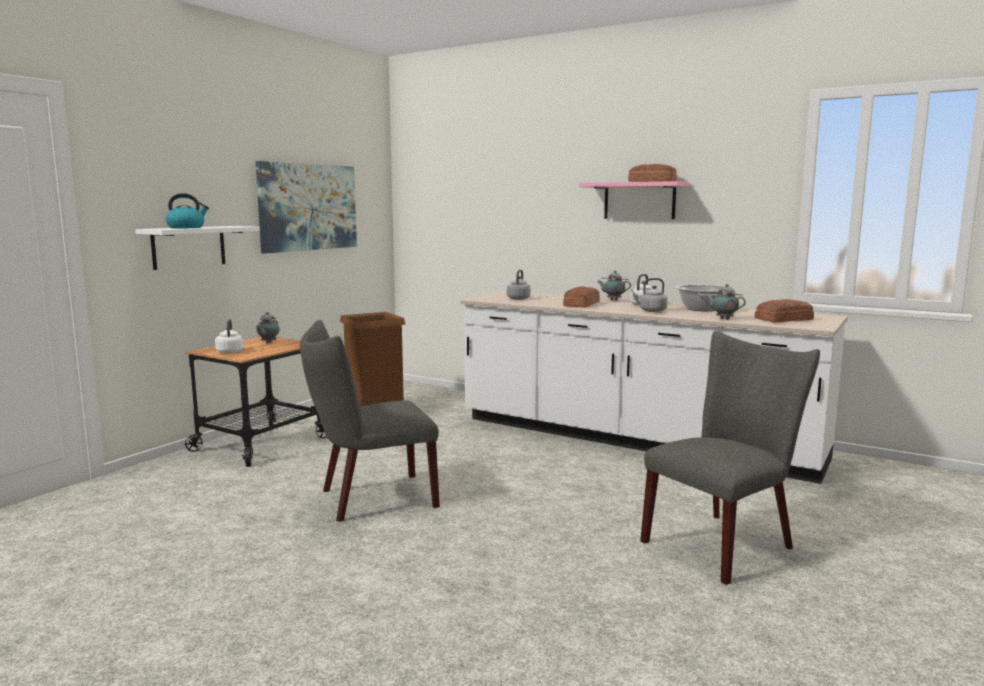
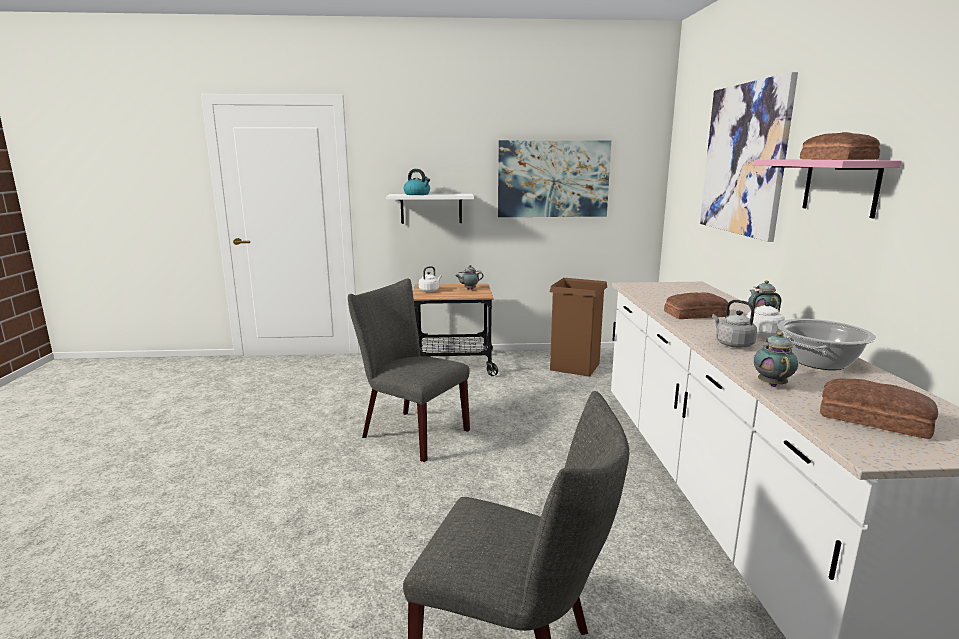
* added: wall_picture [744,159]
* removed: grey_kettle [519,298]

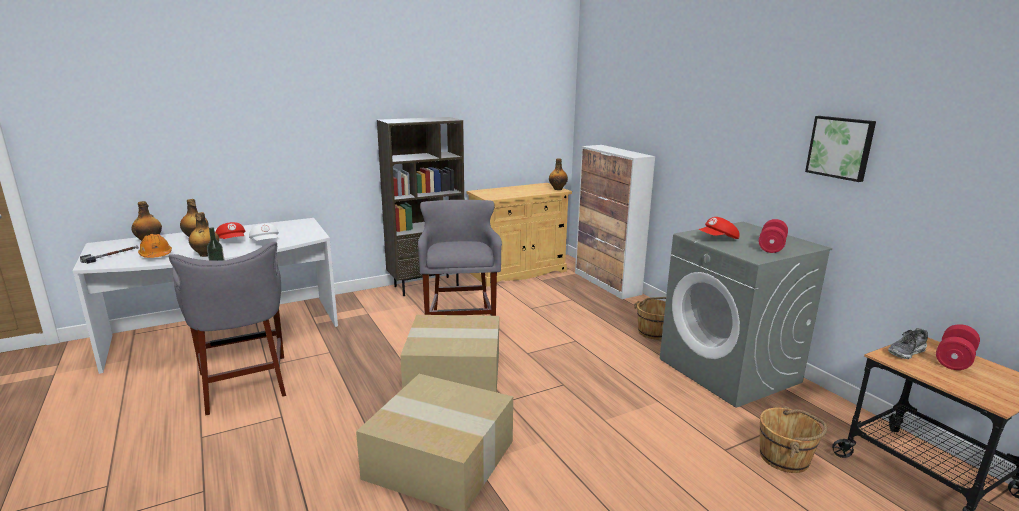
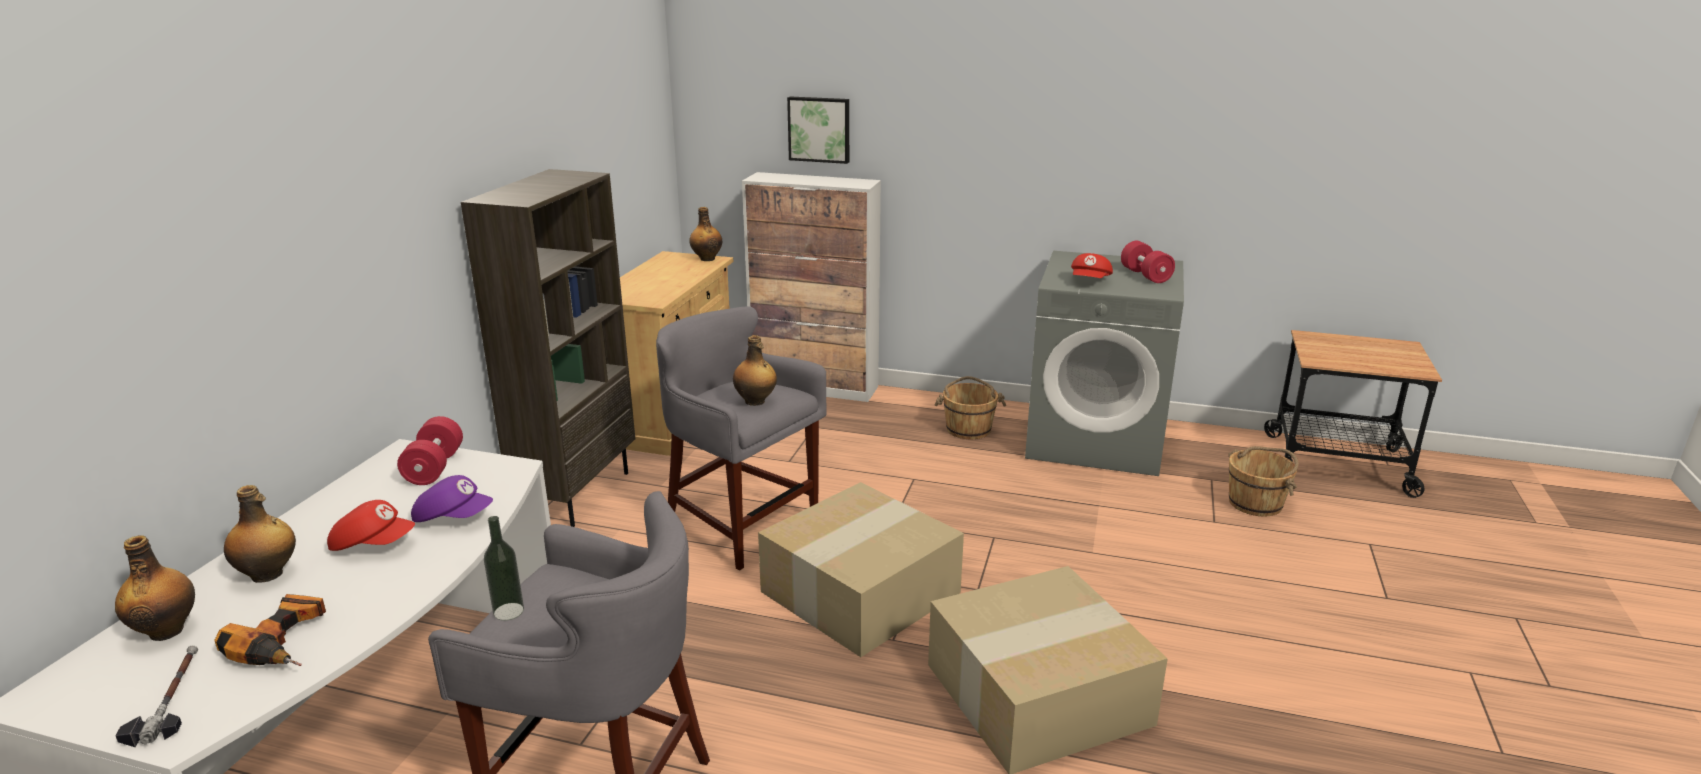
* replaced: orange-coloured_work_helmet [156,255] to power_drill [286,642]
* moved: red_dumbbell [954,359] to [434,468]
* recoloured: whitish_cap [266,242] to purple-coloured_cap [454,517]
* moved: beverage_bottle [206,255] to [755,401]
* moved: wall_picture [840,147] to [819,129]
* removed: item_of_footwear [906,352]

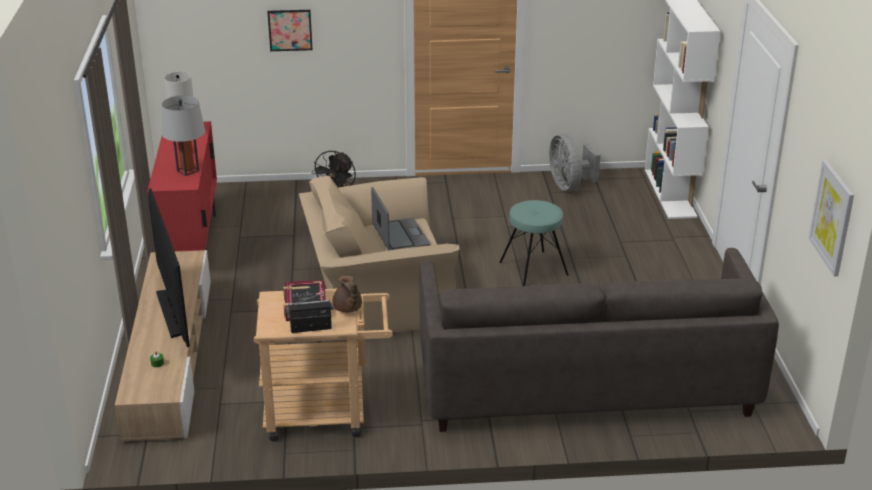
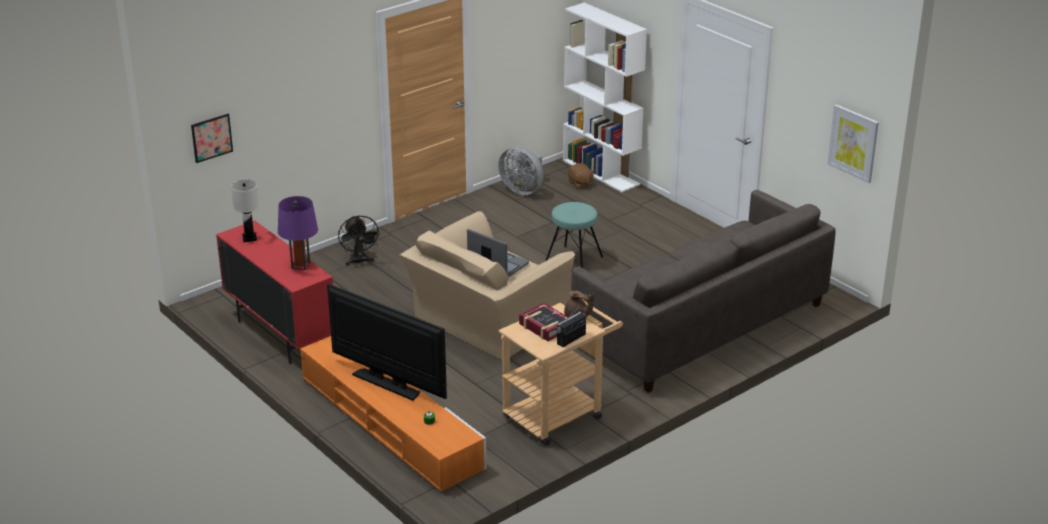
* moved: wall_picture [290,30] to [211,138]
* recoloured: grey_lamp_for_a_table [188,170] to purple-coloured_lamp_for_a_table [300,265]
* recoloured: beige-coloured_tv_stand [170,356] to orange-coloured_tv_stand [390,423]
* added: brown_cuddly_toy [580,184]

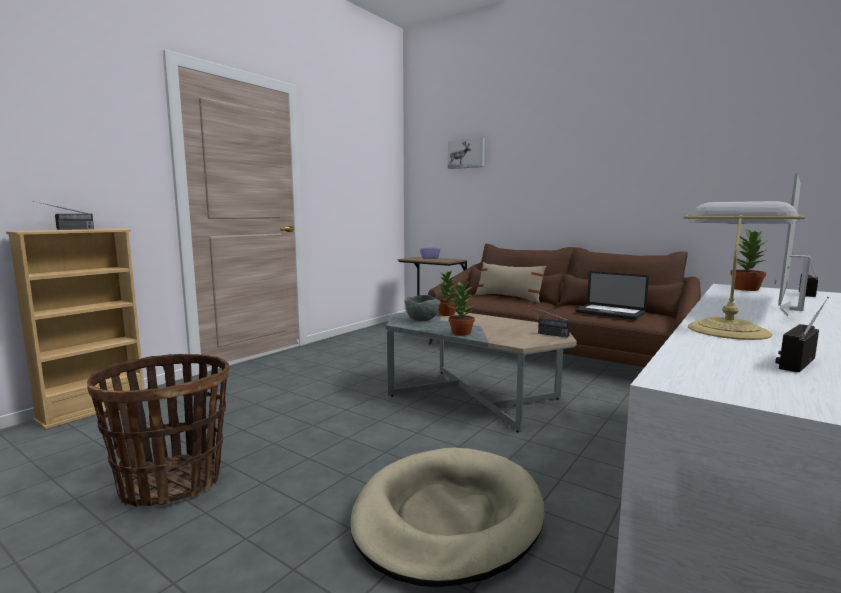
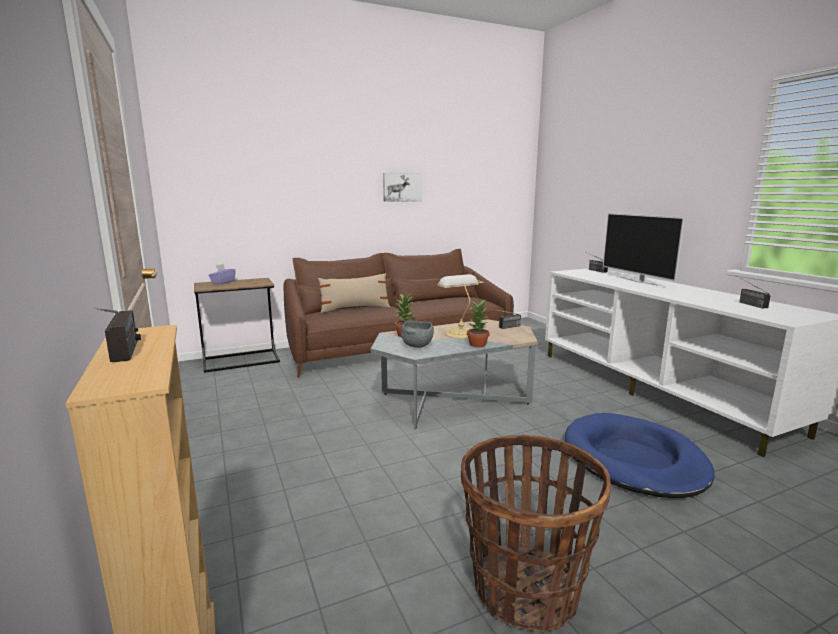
* moved: wall_picture [466,154] to [402,187]
* moved: lamp_for_a_table [727,329] to [459,333]
* recoloured: beige-coloured_dog_cushion [447,518] to blue-coloured_dog_cushion [633,459]
* removed: laptop [609,313]
* removed: potted_plant [746,289]

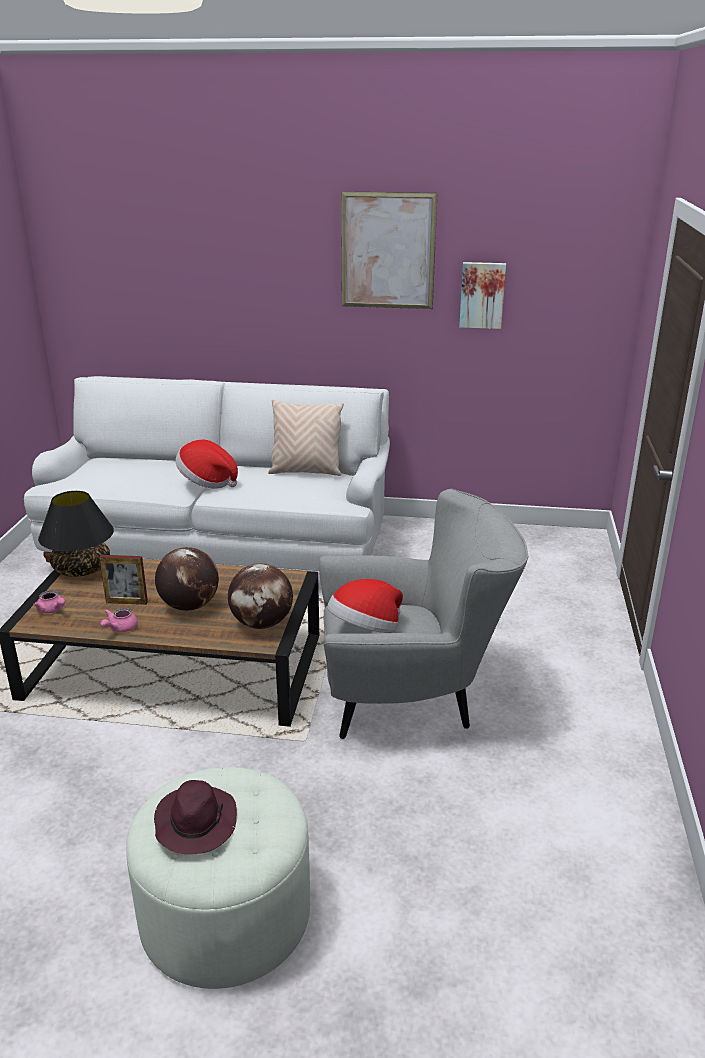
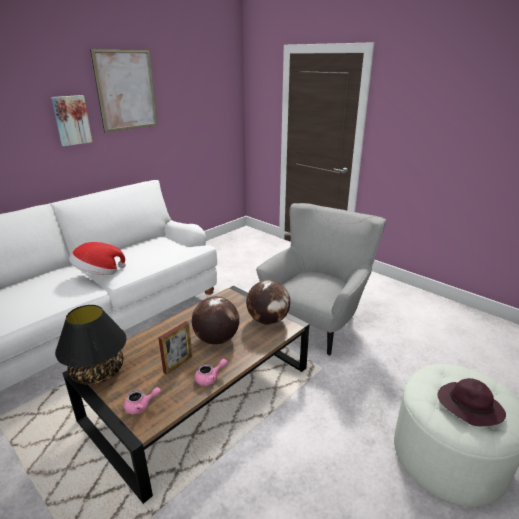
* moved: wall_picture [482,295] to [71,120]
* turned: pinkish_teapot [120,628] = [210,378] 90 degrees counterclockwise
* removed: beige-coloured_pillow [306,471]
* removed: hat [365,630]

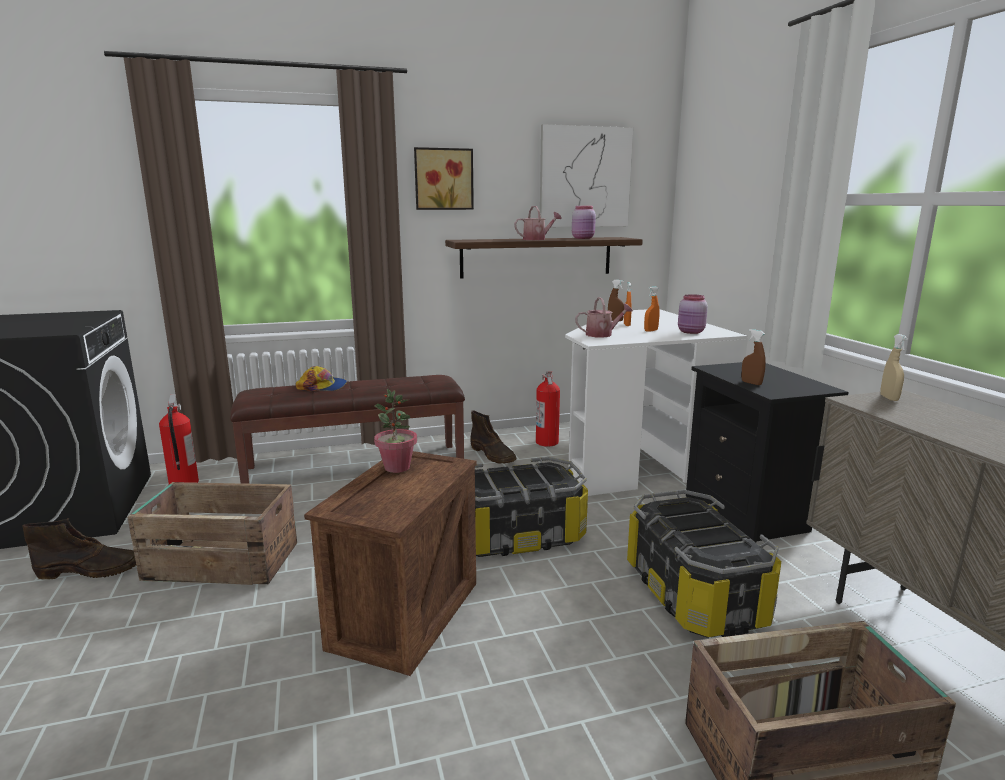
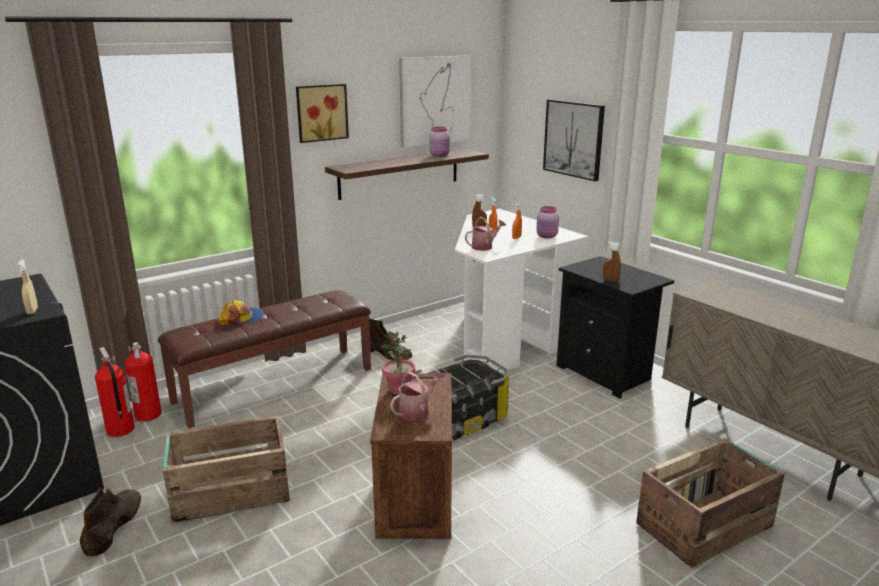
* moved: beige-coloured_spray_bottle [889,398] to [32,311]
* turned: brown_tall_boot [90,570] = [114,525] 60 degrees counterclockwise
* moved: fire_extinguisher [547,442] to [149,414]
* moved: watering_pot [537,239] to [417,411]
* added: wall_picture [574,139]
* removed: storage_container [695,594]

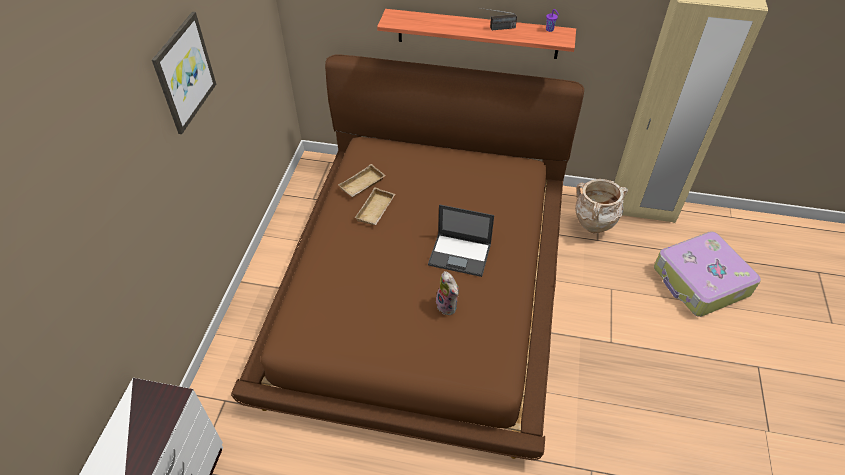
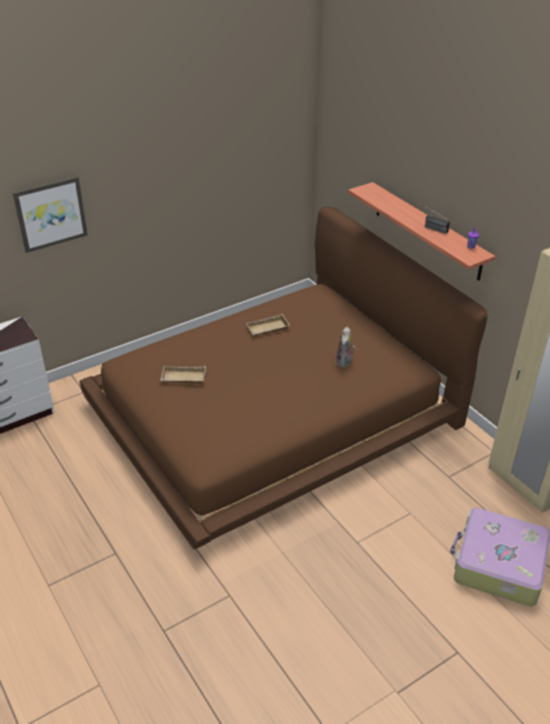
* moved: wall_picture [184,72] to [50,213]
* moved: beige-coloured_tray [362,185] to [183,378]
* moved: cuddly_toy [448,306] to [344,362]
* removed: laptop [460,254]
* removed: beige-coloured_decorative_vase [592,228]

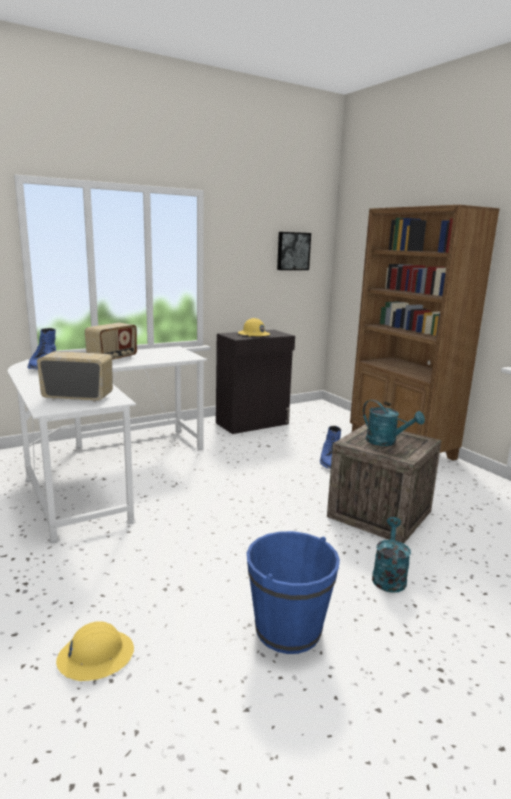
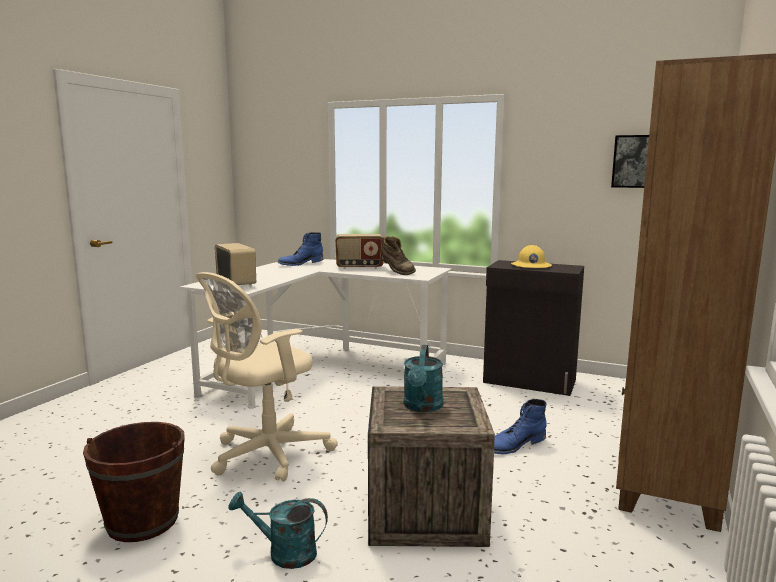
* recoloured: blue-coloured_water_bucket [288,629] to brown_water_bucket [143,521]
* added: beige-coloured_desk_chair [265,455]
* turned: turquoise_watering_pot [388,576] = [284,553] 150 degrees counterclockwise
* added: brown_tall_boot [396,272]
* removed: yellow_work_helmet [96,656]

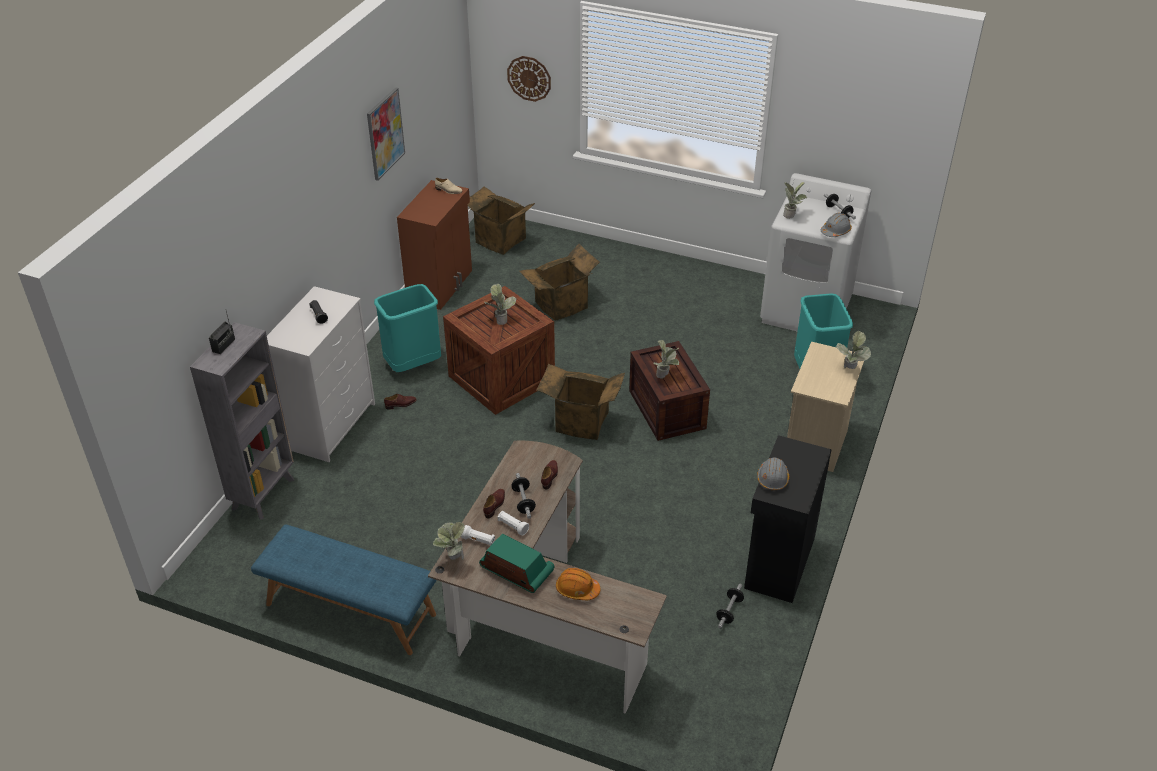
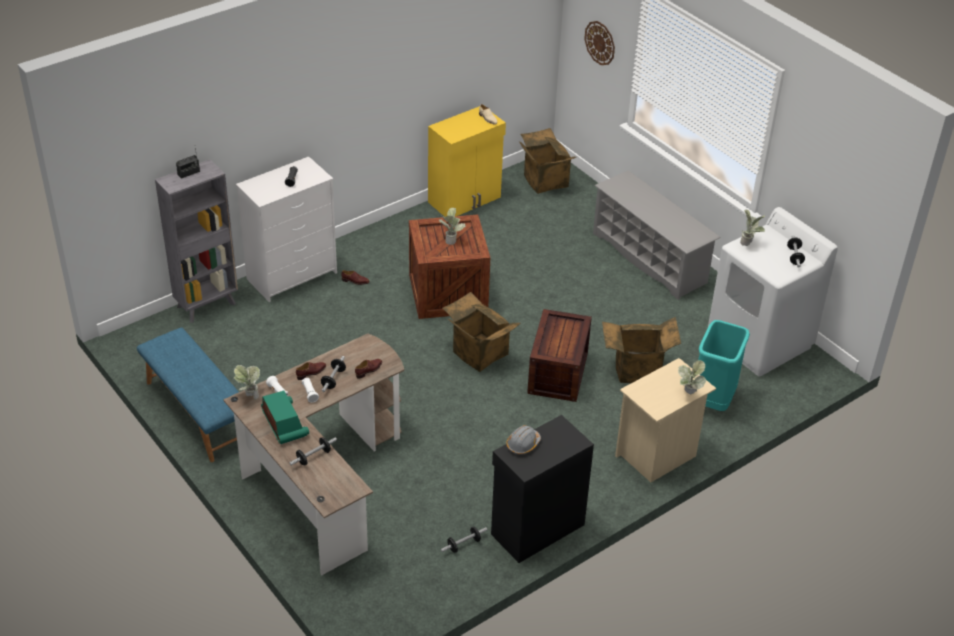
* replaced: orange-coloured_work_helmet [577,589] to dumbbell [313,457]
* recoloured: brown_cabinet [441,285] to yellow_cabinet [465,200]
* added: grey_shoe_stand [650,258]
* moved: packing_box [561,306] to [636,370]
* removed: wall_picture [385,133]
* removed: turquoise_trash_can [413,364]
* removed: potted_plant [665,375]
* removed: grey_work_helmet [835,231]

